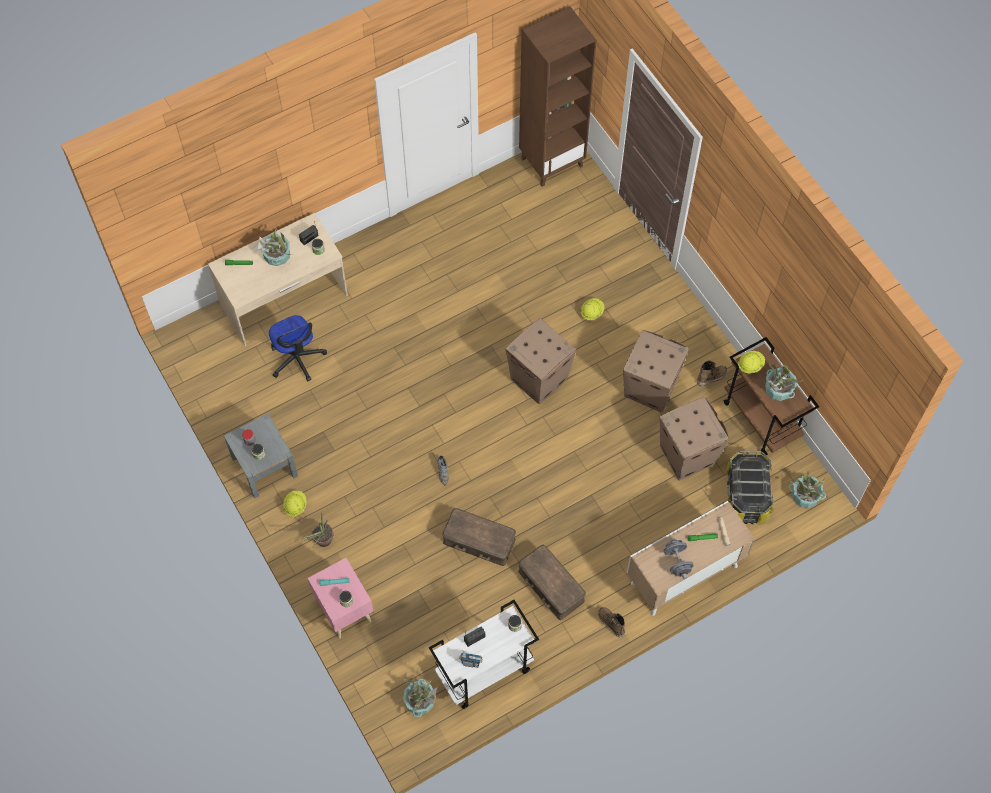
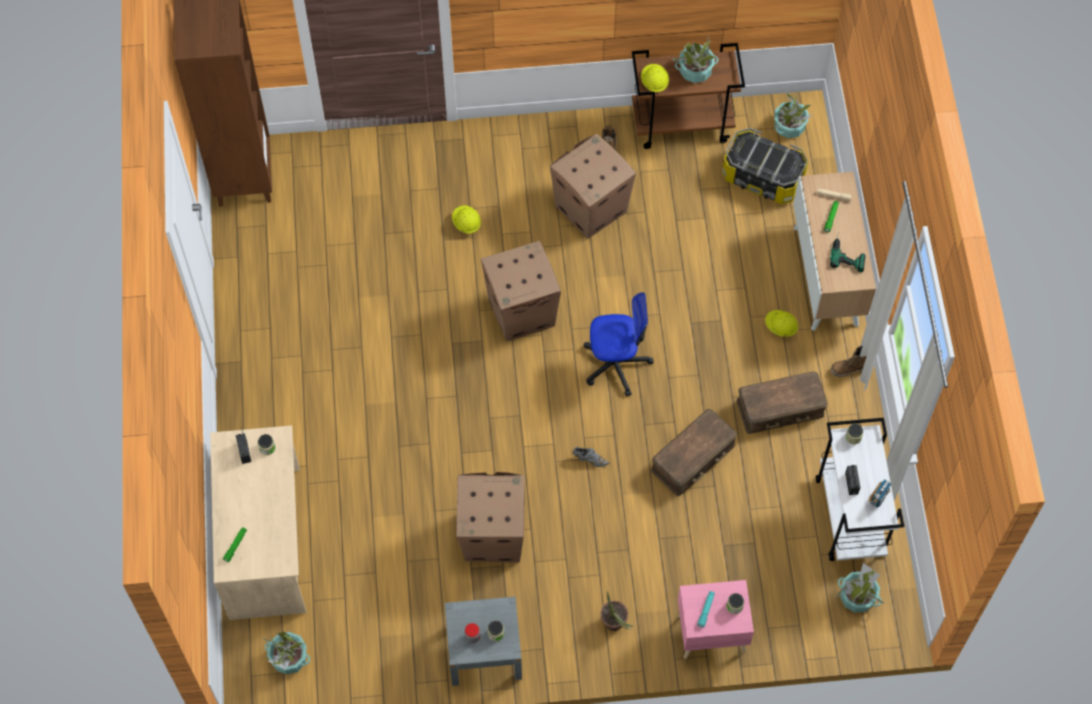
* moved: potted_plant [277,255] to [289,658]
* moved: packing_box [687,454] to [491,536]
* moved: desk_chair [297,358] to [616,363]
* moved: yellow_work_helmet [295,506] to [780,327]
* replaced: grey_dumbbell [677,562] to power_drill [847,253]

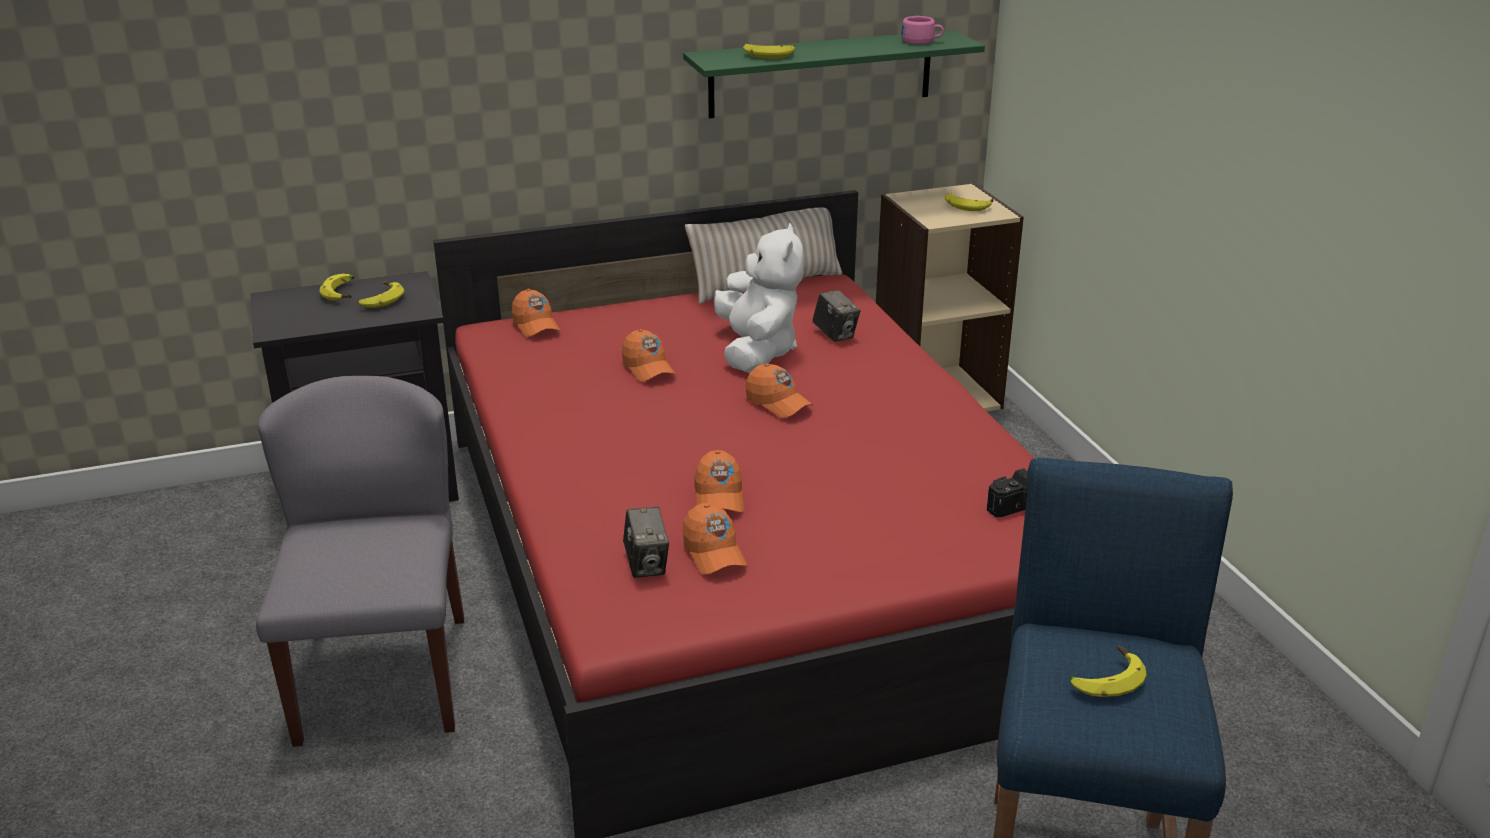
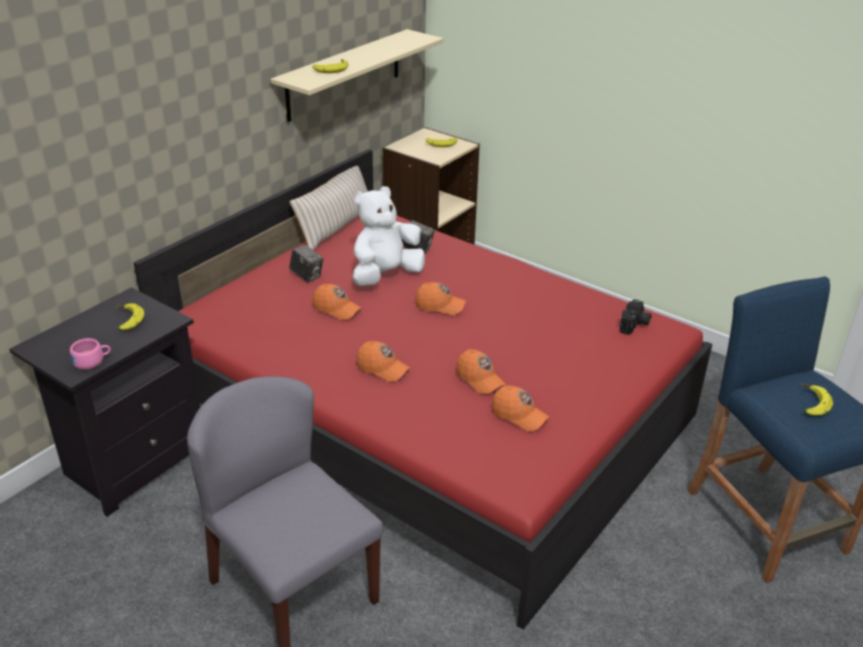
* moved: pinkish_drinking_cup [921,41] to [92,361]
* recoloured: green_bracket_shelf [821,74] to beige-coloured_bracket_shelf [344,75]
* moved: still_camera [646,565] to [307,276]
* turned: whitish_cuddly_toy [757,351] = [385,276] 90 degrees counterclockwise
* moved: orange-coloured_cap [535,325] to [382,369]
* removed: banana [343,293]

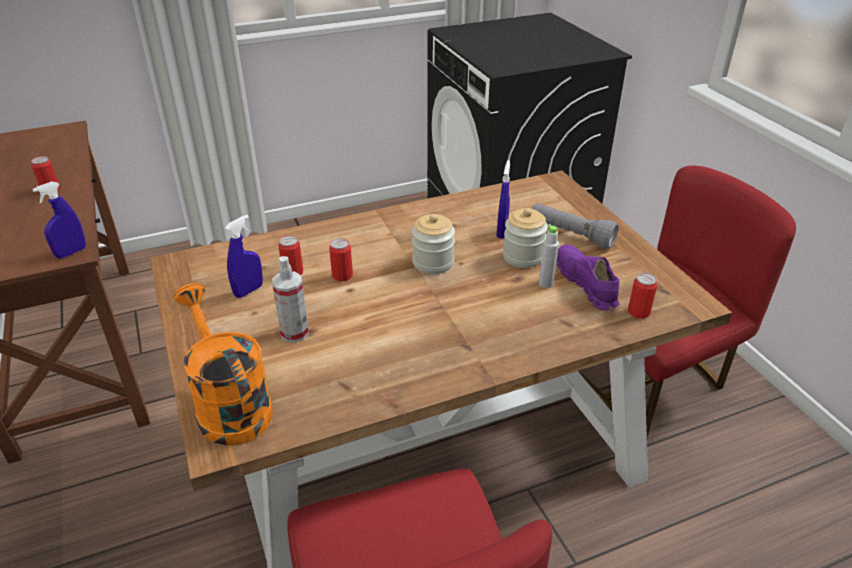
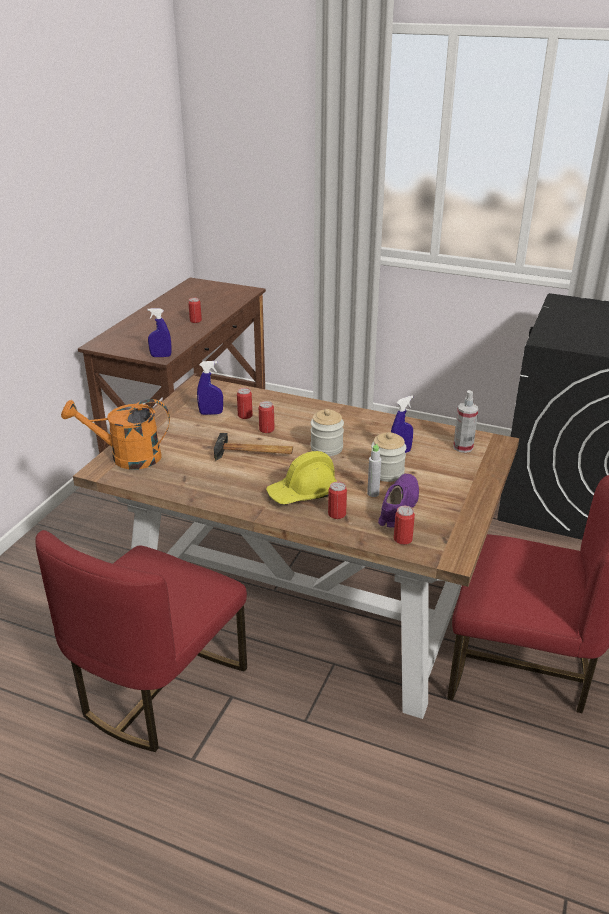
* turned: orange-coloured_watering_pot [229,405] = [127,457] 105 degrees counterclockwise
* added: hand_hammer [254,453]
* added: yellow_work_helmet [303,493]
* added: can [337,514]
* moved: spray_bottle [294,333] to [463,447]
* removed: grey_torch [570,234]

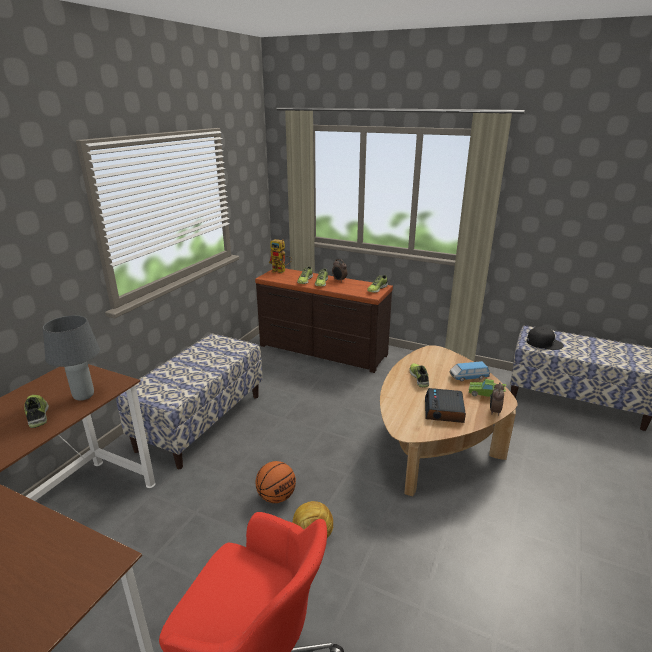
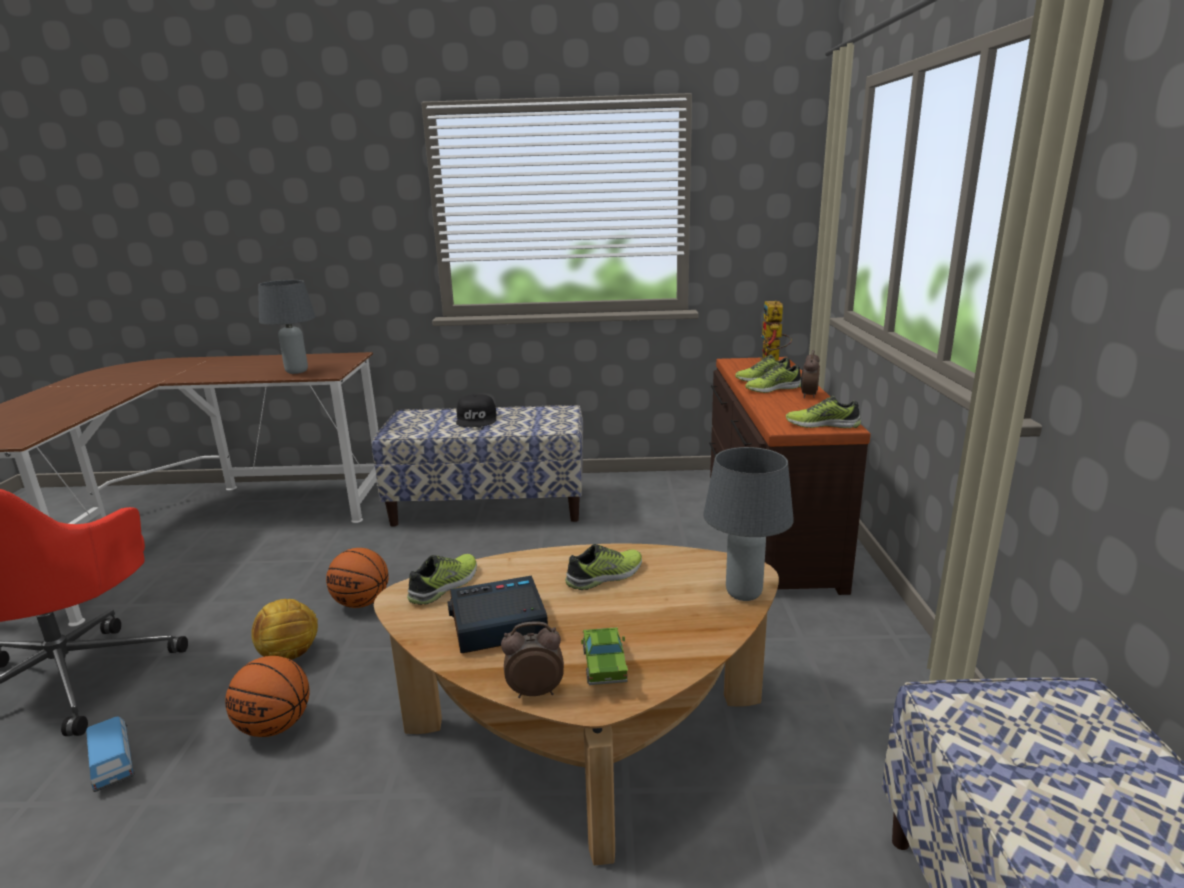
* moved: miniature_car [468,377] to [113,762]
* added: basketball_ball [275,726]
* moved: item_of_footwear [37,414] to [445,585]
* moved: blackish_cap [543,343] to [477,419]
* added: grey_lamp_for_a_table [743,593]

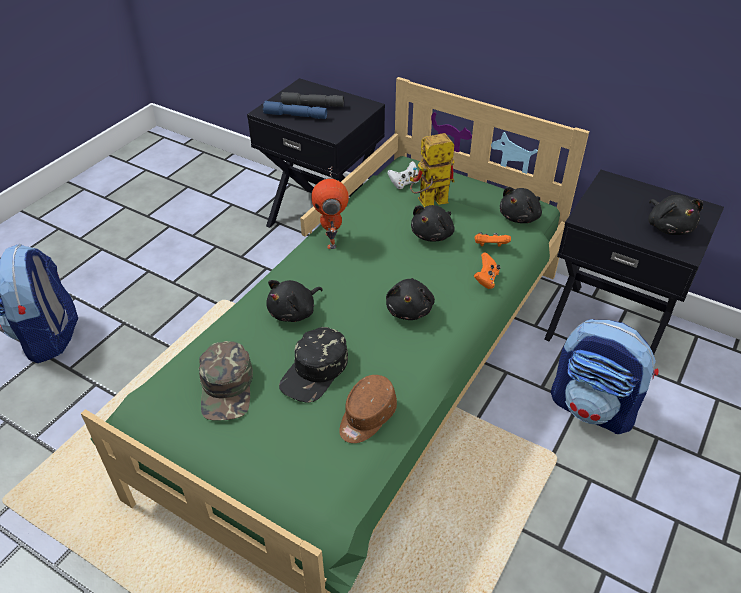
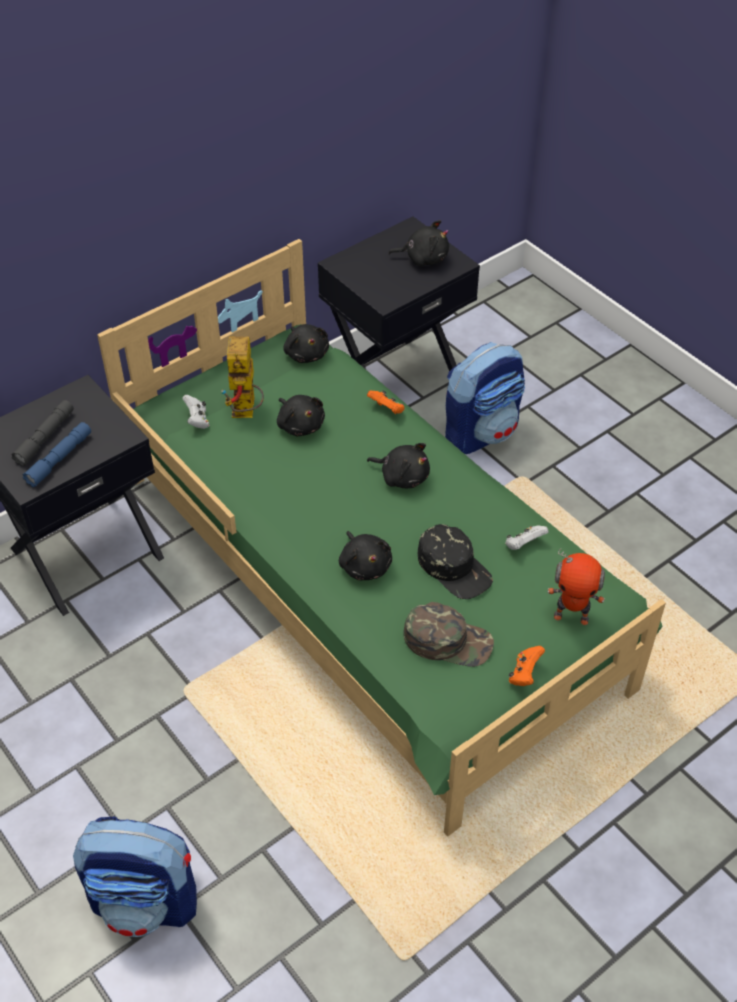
* replaced: brown_cap [366,417] to whitish_game_controller [524,545]
* moved: orange-coloured_game_controller [490,247] to [524,674]
* moved: model_robot [332,240] to [571,616]

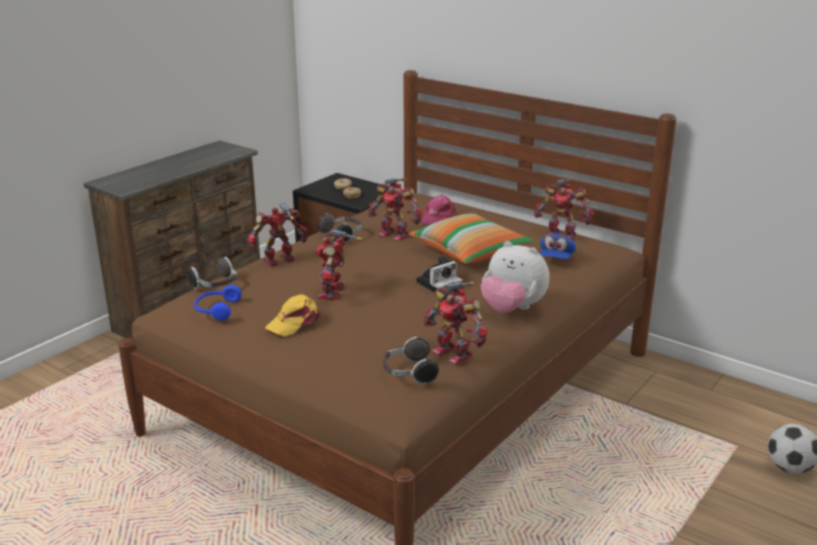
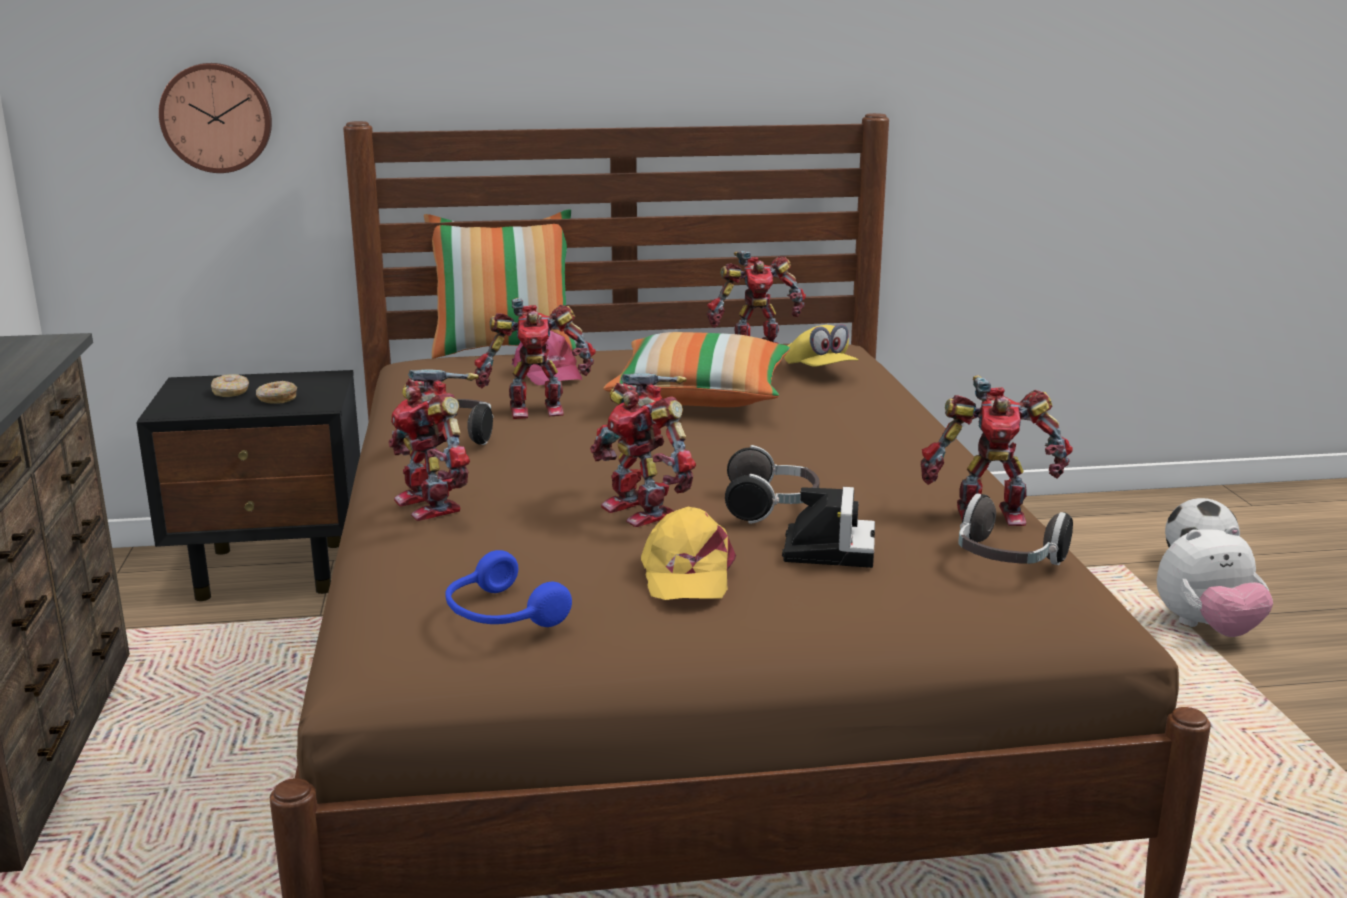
* added: wall_clock [217,117]
* turned: model_robot [280,261] = [432,504] 45 degrees counterclockwise
* added: pillow [505,348]
* moved: pair_of_headphones [216,286] to [771,507]
* moved: still_camera [440,284] to [828,548]
* recoloured: blue-coloured_cap [556,259] to yellow_cap [820,371]
* moved: cuddly_toy [512,309] to [1207,629]

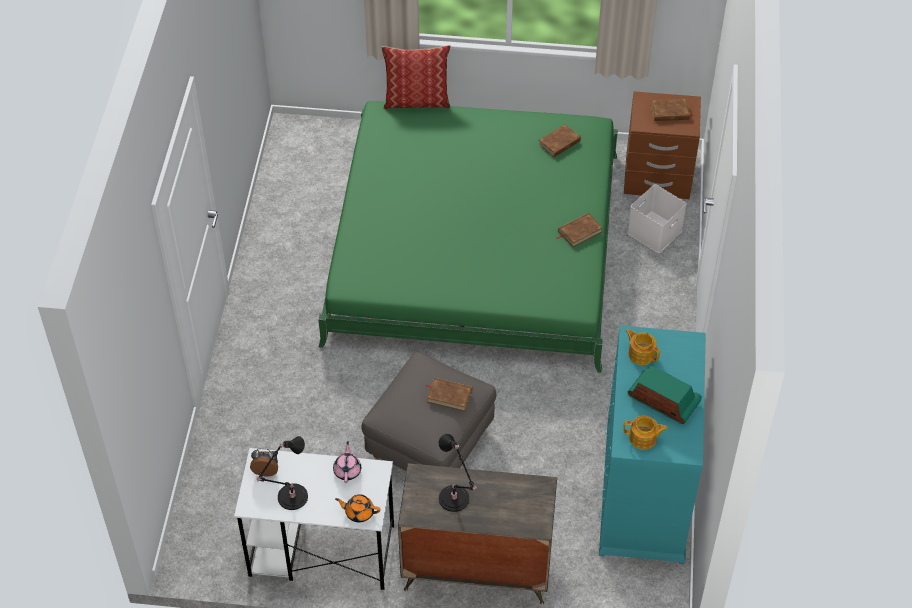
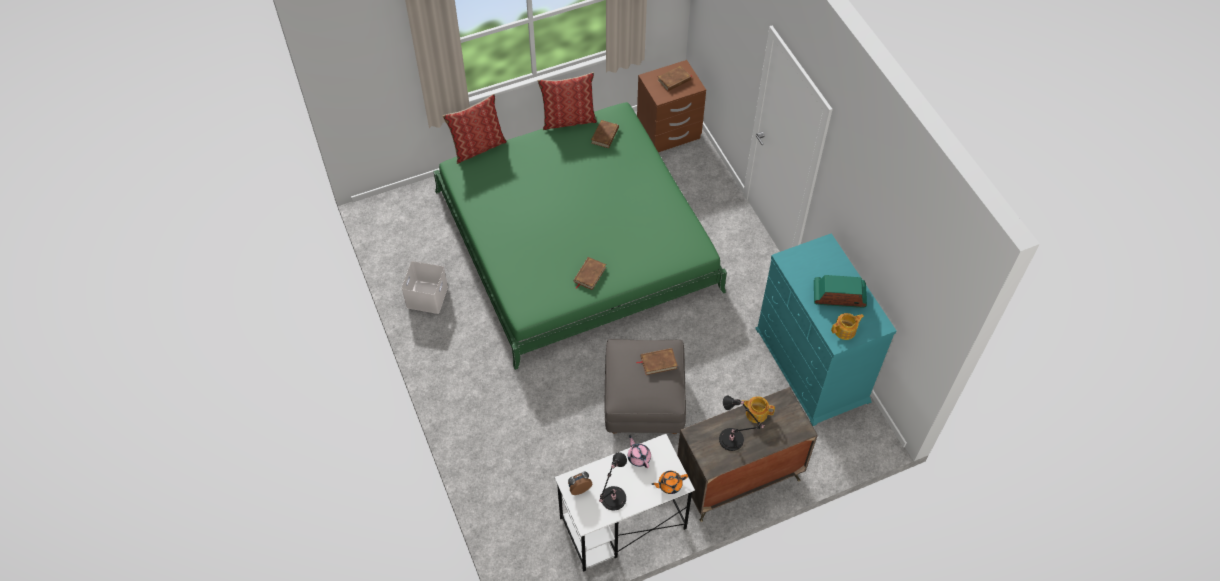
* moved: whitish_storage_container [654,231] to [426,296]
* added: pillow [568,119]
* moved: brown_volume [579,231] to [589,275]
* moved: teapot [641,354] to [756,413]

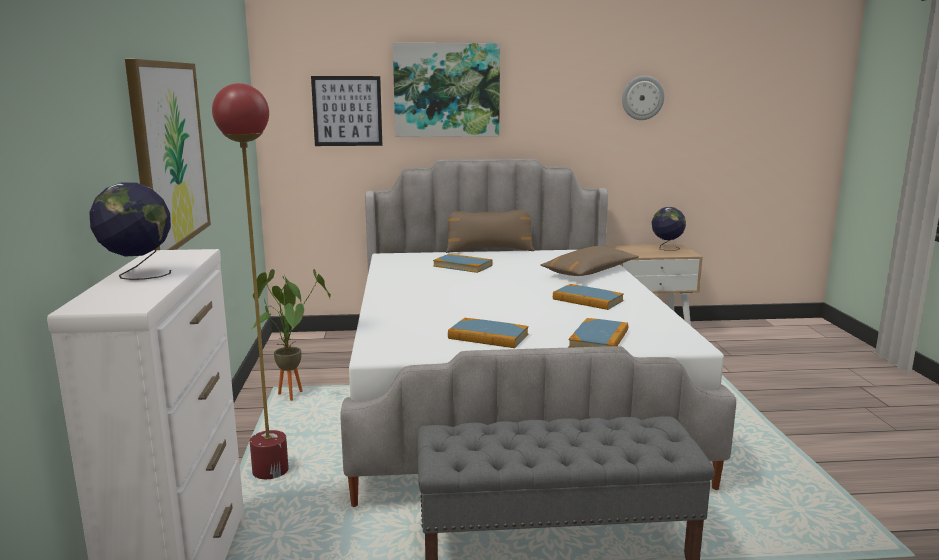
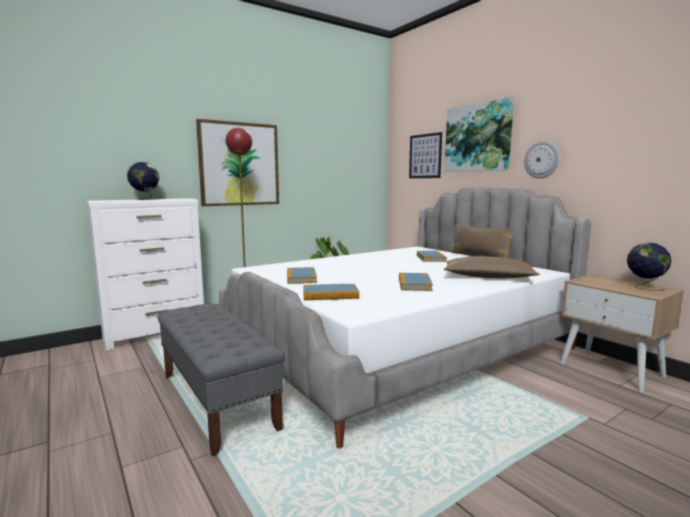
* moved: wall_clock [642,98] to [541,159]

